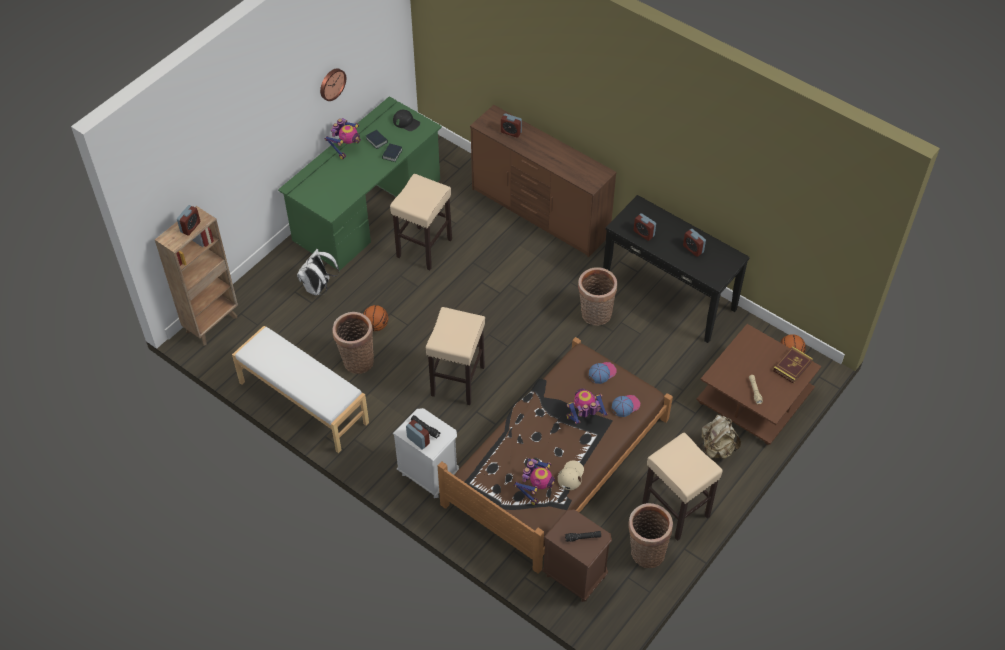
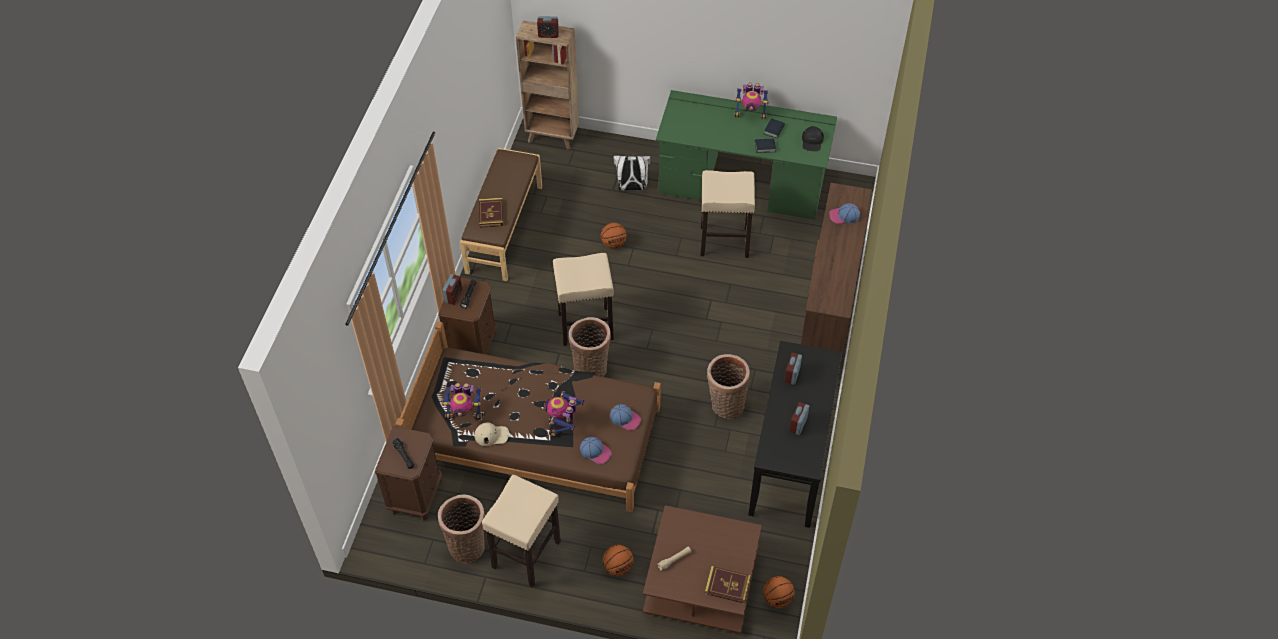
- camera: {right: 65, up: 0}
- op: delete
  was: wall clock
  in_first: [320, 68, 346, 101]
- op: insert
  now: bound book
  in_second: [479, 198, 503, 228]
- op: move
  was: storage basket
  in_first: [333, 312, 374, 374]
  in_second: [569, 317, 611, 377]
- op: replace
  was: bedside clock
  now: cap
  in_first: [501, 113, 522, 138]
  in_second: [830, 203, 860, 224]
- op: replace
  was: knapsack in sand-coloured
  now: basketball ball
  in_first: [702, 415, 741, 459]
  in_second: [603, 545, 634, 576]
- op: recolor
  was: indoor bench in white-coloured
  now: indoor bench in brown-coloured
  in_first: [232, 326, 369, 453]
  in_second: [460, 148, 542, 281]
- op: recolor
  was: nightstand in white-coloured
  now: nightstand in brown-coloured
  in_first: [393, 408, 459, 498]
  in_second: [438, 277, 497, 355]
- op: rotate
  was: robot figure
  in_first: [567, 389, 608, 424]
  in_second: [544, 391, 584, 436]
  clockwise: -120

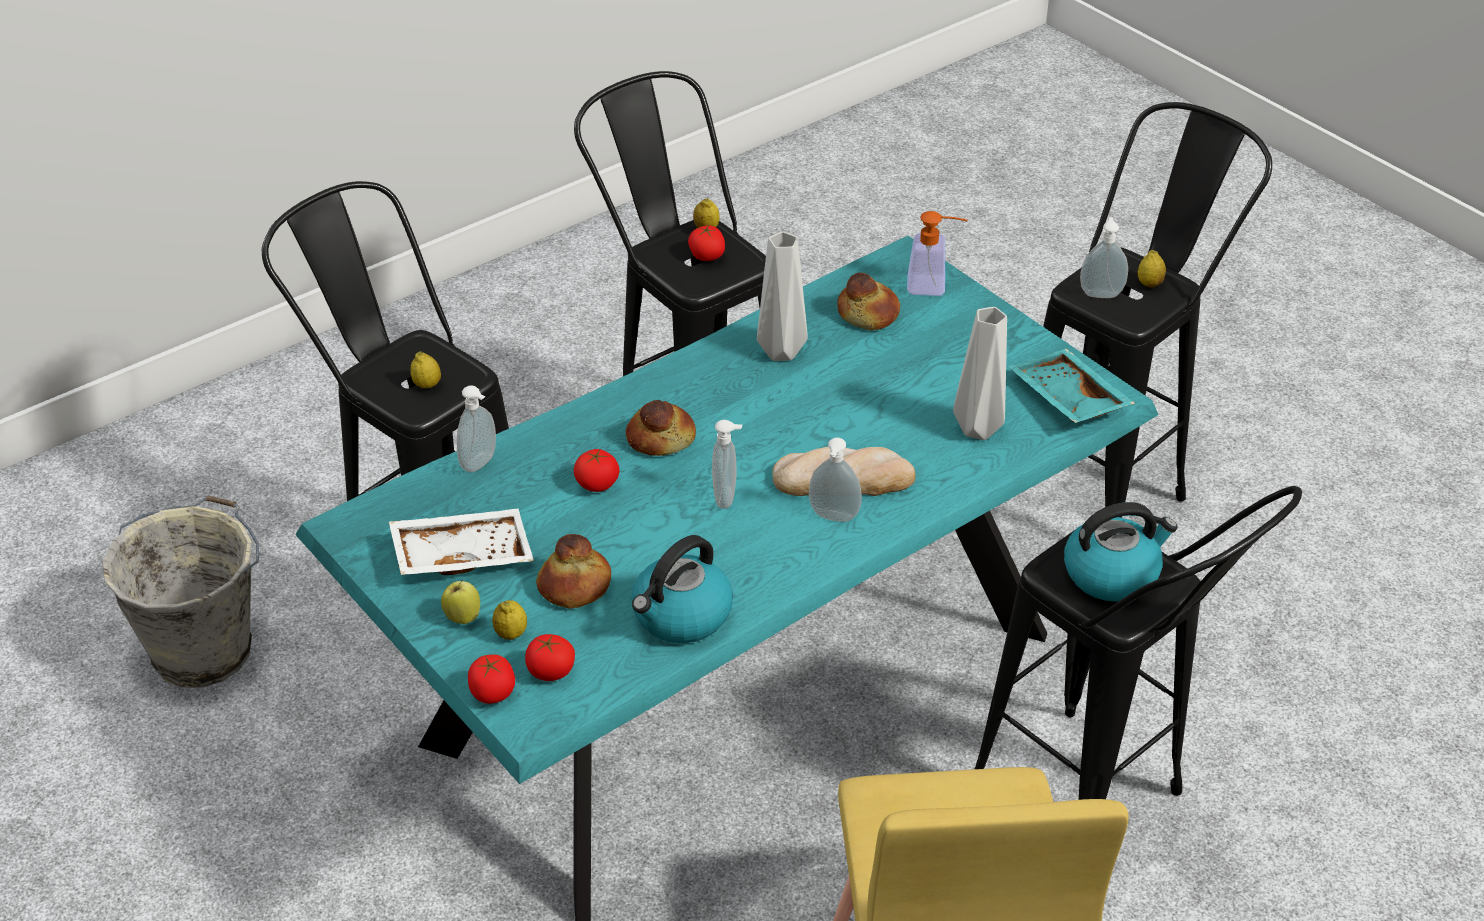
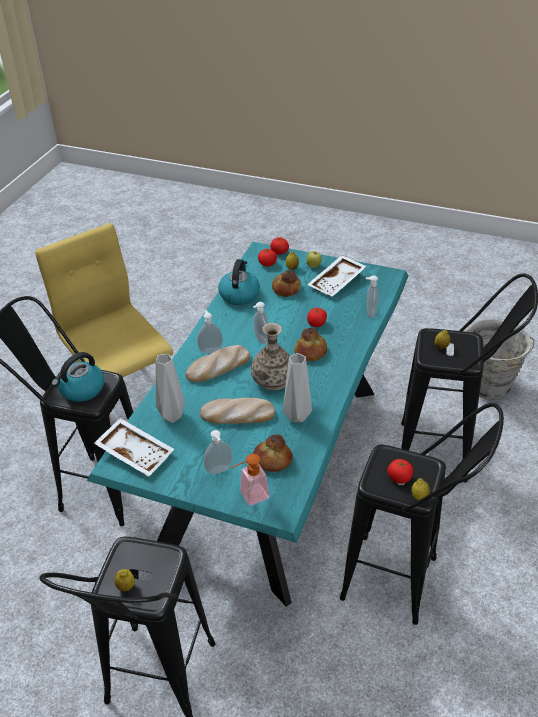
- camera: {right: 150, up: 0}
- op: insert
  now: bakery bread
  in_second: [200, 398, 275, 424]
- op: insert
  now: vase
  in_second: [251, 323, 290, 390]
- op: move
  was: soap bottle
  in_first: [1080, 217, 1128, 298]
  in_second: [204, 430, 232, 474]
- op: recolor
  was: carrying tray in turquoise-coloured
  now: carrying tray in white-coloured
  in_first: [1008, 349, 1135, 423]
  in_second: [94, 418, 174, 477]

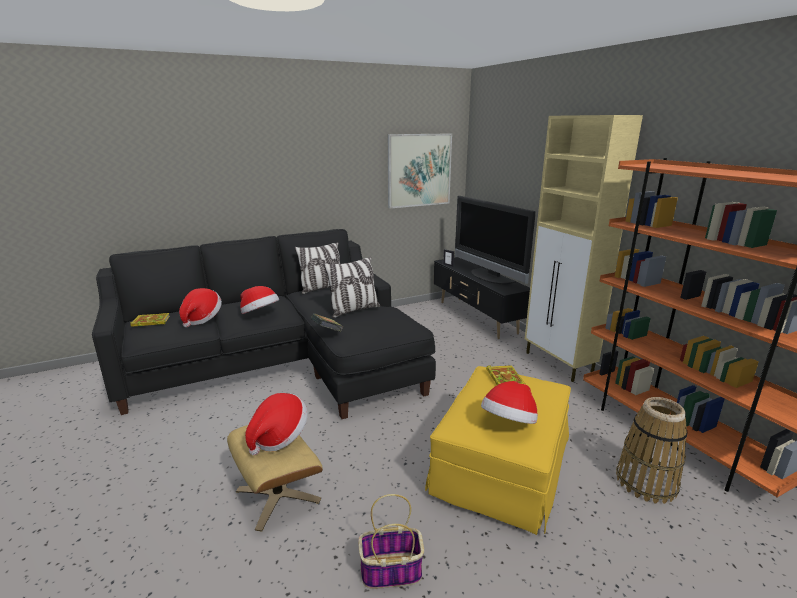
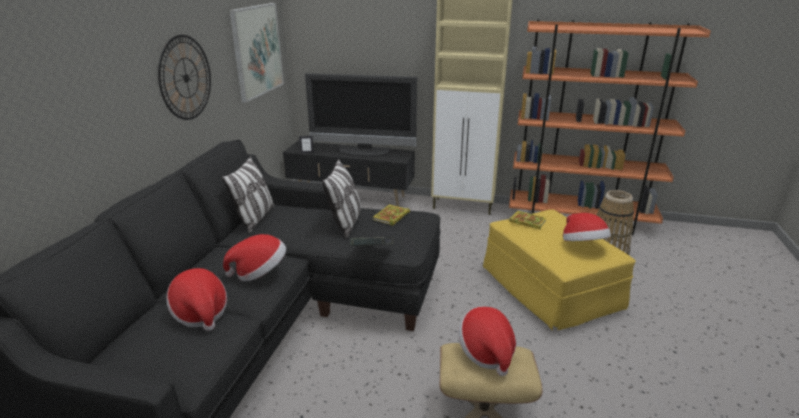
- camera: {right: -50, up: 5}
- op: delete
  was: storage basket
  in_first: [358, 494, 424, 589]
- op: insert
  now: wall clock
  in_second: [158, 35, 211, 120]
- op: move
  was: bound book
  in_first: [130, 313, 169, 327]
  in_second: [373, 205, 410, 226]

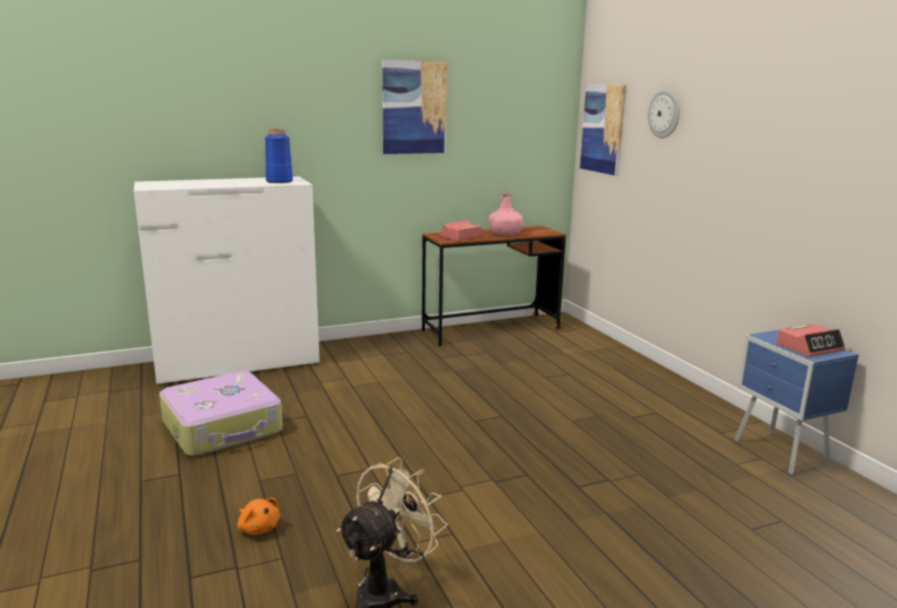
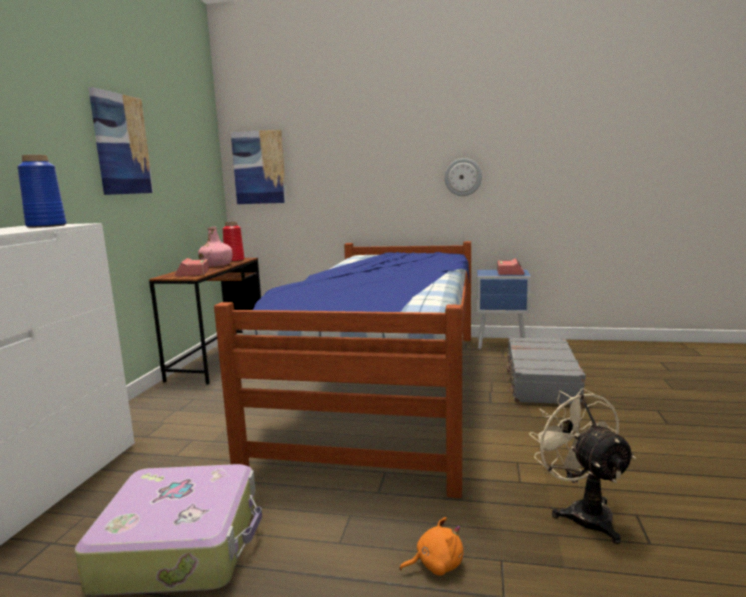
- camera: {right: -55, up: -5}
- op: insert
  now: bedroom bed
  in_second: [214, 241, 471, 498]
- op: insert
  now: vase in red
  in_second: [222, 222, 245, 262]
- op: insert
  now: travel case in greyish
  in_second: [504, 337, 586, 405]
- op: move
  was: wall clock
  in_first: [648, 89, 680, 138]
  in_second: [445, 158, 482, 196]

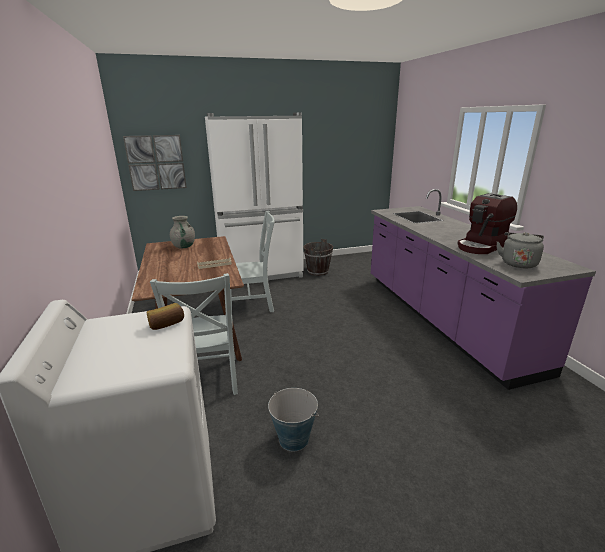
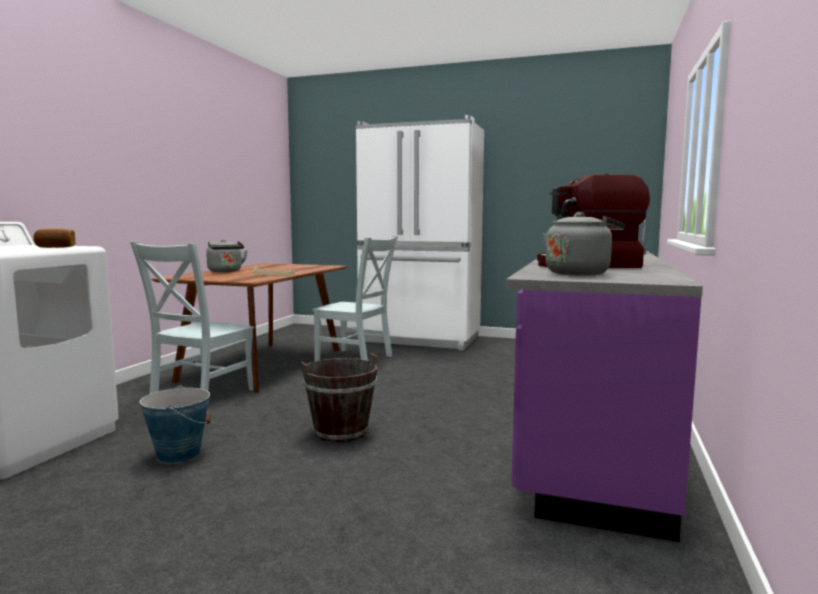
- camera: {right: 35, up: -15}
- op: delete
  was: picture
  in_first: [123, 135, 187, 191]
- op: delete
  was: vase in greyish
  in_first: [170, 216, 195, 248]
- op: insert
  now: water kettle in greyish
  in_second: [206, 239, 248, 272]
- op: move
  was: pail in brown-coloured
  in_first: [303, 239, 333, 276]
  in_second: [301, 353, 377, 443]

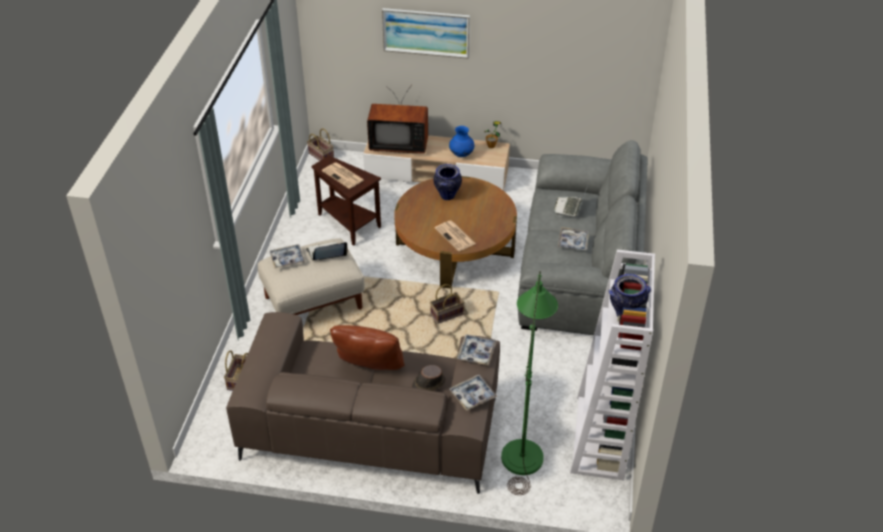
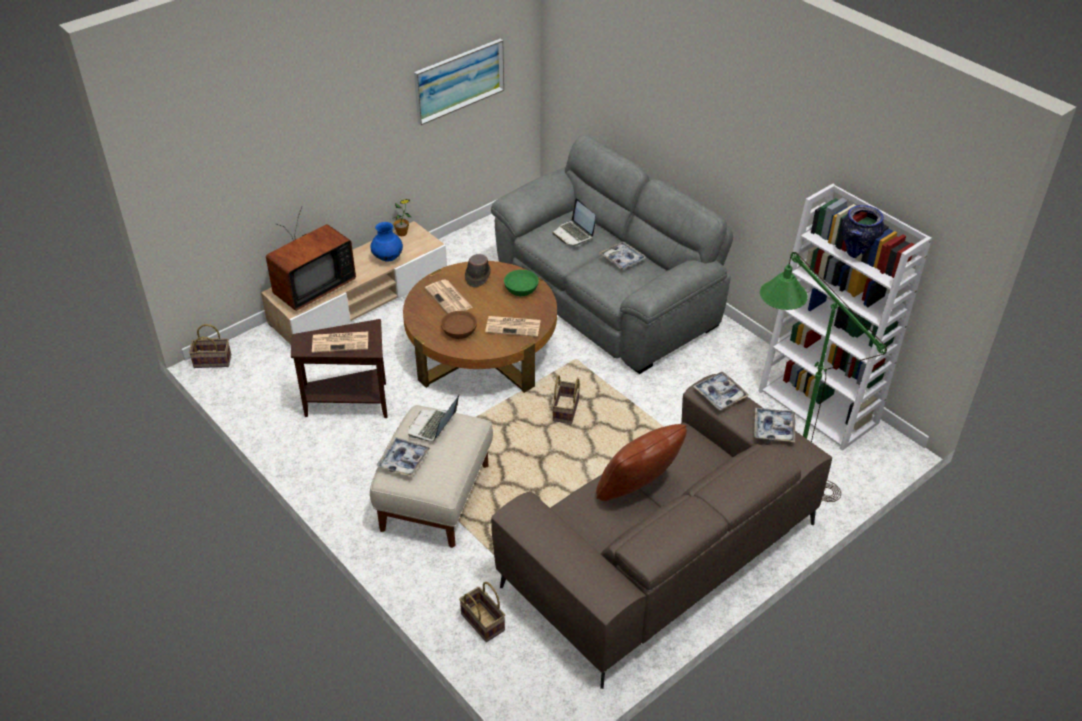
- camera: {right: -50, up: 0}
- op: insert
  now: serving bowl in brown-coloured
  in_second: [441, 311, 477, 339]
- op: insert
  now: serving bowl in green-coloured
  in_second: [504, 270, 539, 296]
- op: move
  was: picture
  in_first: [382, 8, 470, 59]
  in_second: [414, 39, 504, 125]
- op: move
  was: wearable hat in brown-coloured
  in_first: [412, 365, 446, 391]
  in_second: [465, 254, 491, 287]
- op: replace
  was: vase
  now: newspaper
  in_first: [434, 164, 462, 200]
  in_second: [425, 280, 473, 314]

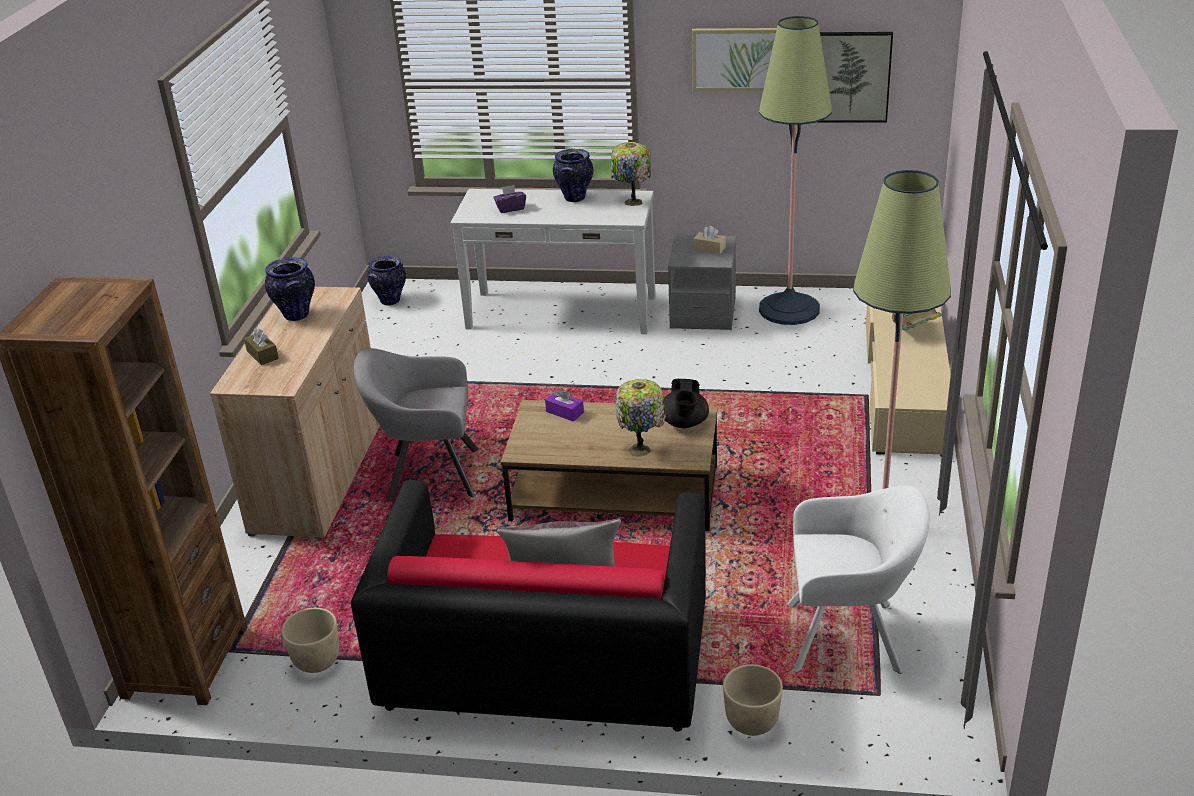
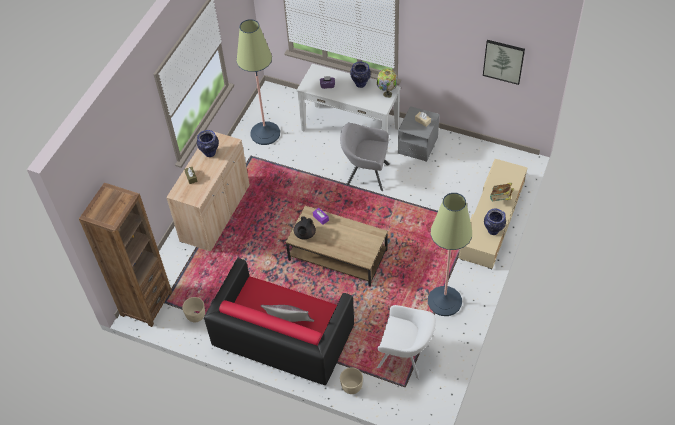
- camera: {right: 15, up: 20}
- op: delete
  was: tabletop lamp
  in_first: [615, 379, 666, 457]
- op: delete
  was: picture
  in_first: [692, 28, 777, 91]
- op: move
  was: armchair in greyish
  in_first: [353, 348, 479, 502]
  in_second: [340, 123, 390, 191]
- op: move
  was: vase
  in_first: [368, 256, 406, 306]
  in_second: [484, 209, 506, 235]
- op: move
  was: teapot in blackish
  in_first: [664, 379, 709, 428]
  in_second: [294, 216, 316, 239]
- op: move
  was: standard lamp
  in_first: [759, 16, 832, 325]
  in_second: [236, 19, 280, 145]

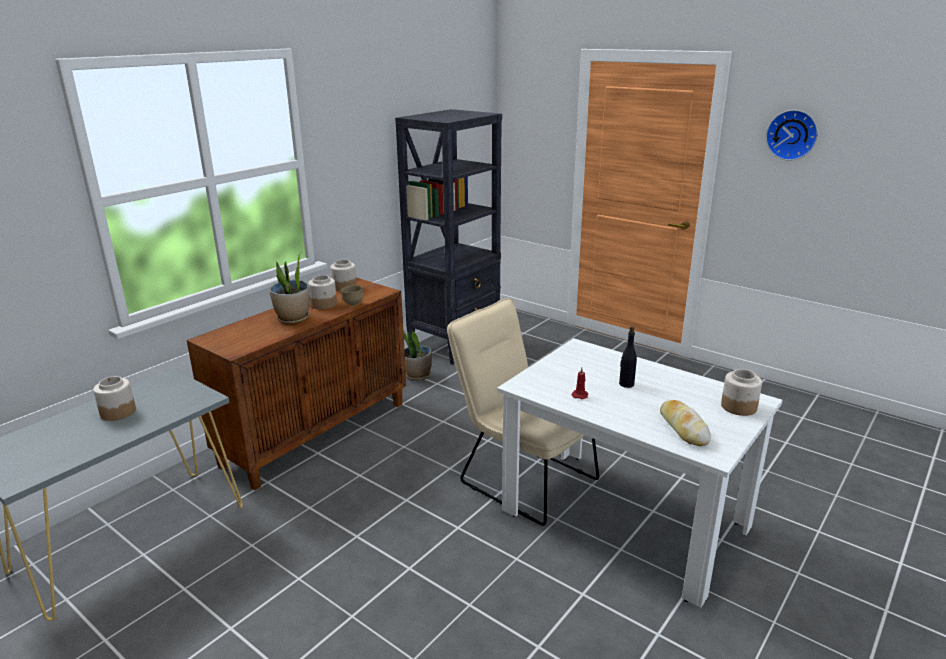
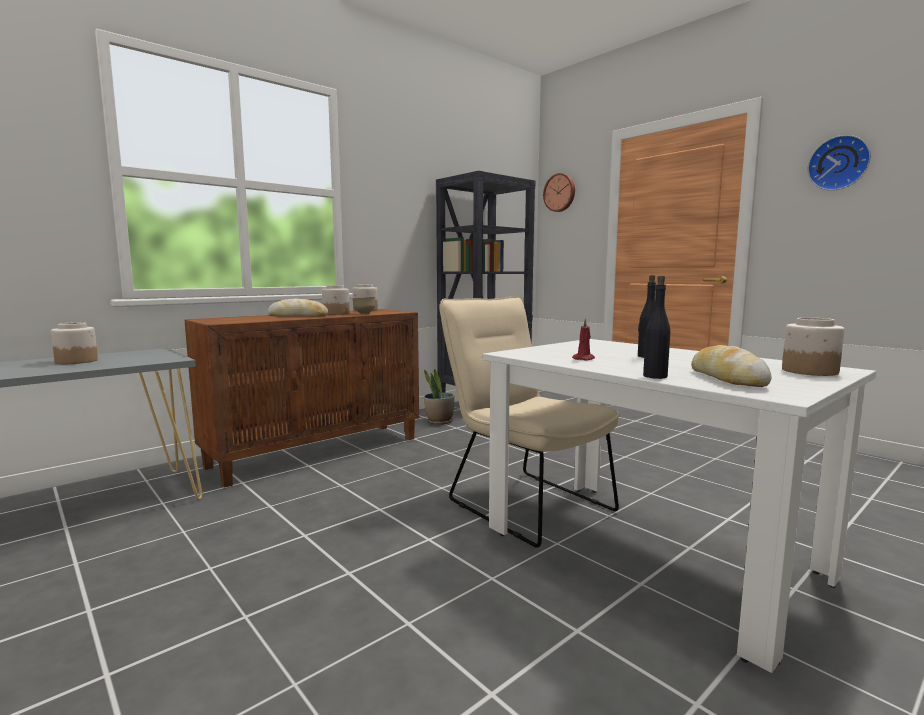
- camera: {right: 10, up: -15}
- op: insert
  now: wall clock
  in_second: [543, 173, 575, 212]
- op: insert
  now: beverage bottle in blackish
  in_second: [643, 276, 670, 379]
- op: replace
  was: plant in a pot
  now: bakery bread
  in_first: [269, 251, 310, 324]
  in_second: [268, 299, 328, 317]

